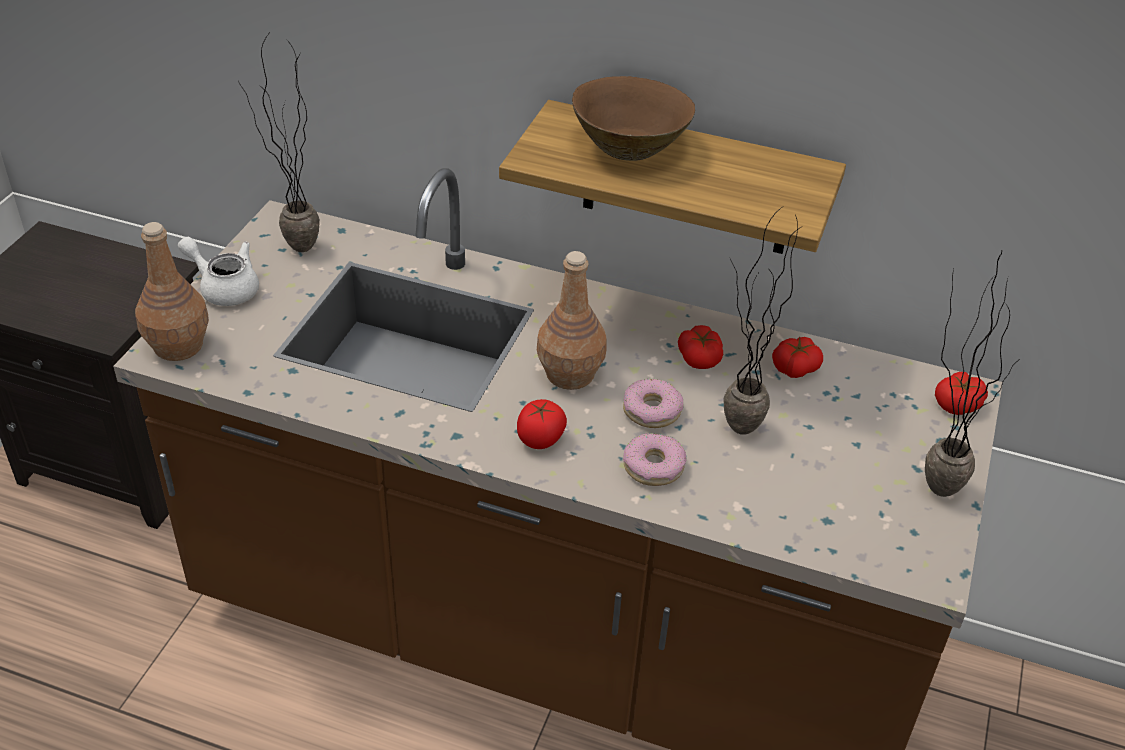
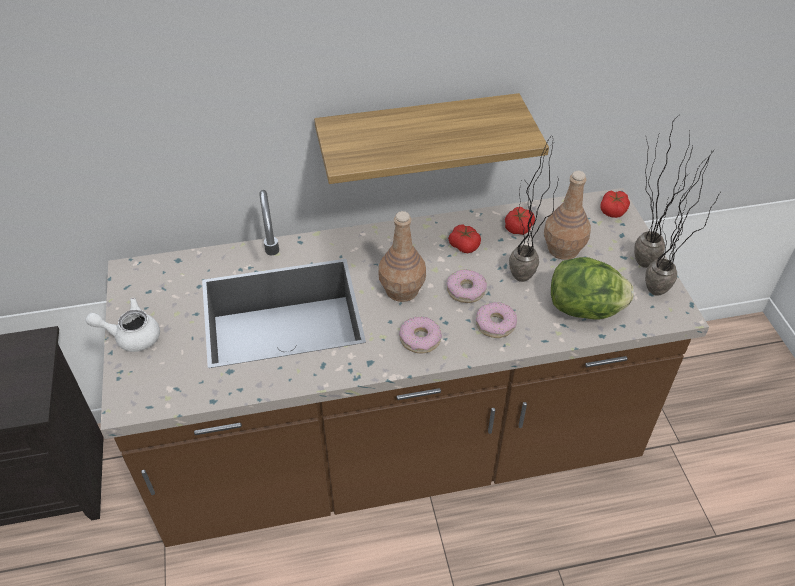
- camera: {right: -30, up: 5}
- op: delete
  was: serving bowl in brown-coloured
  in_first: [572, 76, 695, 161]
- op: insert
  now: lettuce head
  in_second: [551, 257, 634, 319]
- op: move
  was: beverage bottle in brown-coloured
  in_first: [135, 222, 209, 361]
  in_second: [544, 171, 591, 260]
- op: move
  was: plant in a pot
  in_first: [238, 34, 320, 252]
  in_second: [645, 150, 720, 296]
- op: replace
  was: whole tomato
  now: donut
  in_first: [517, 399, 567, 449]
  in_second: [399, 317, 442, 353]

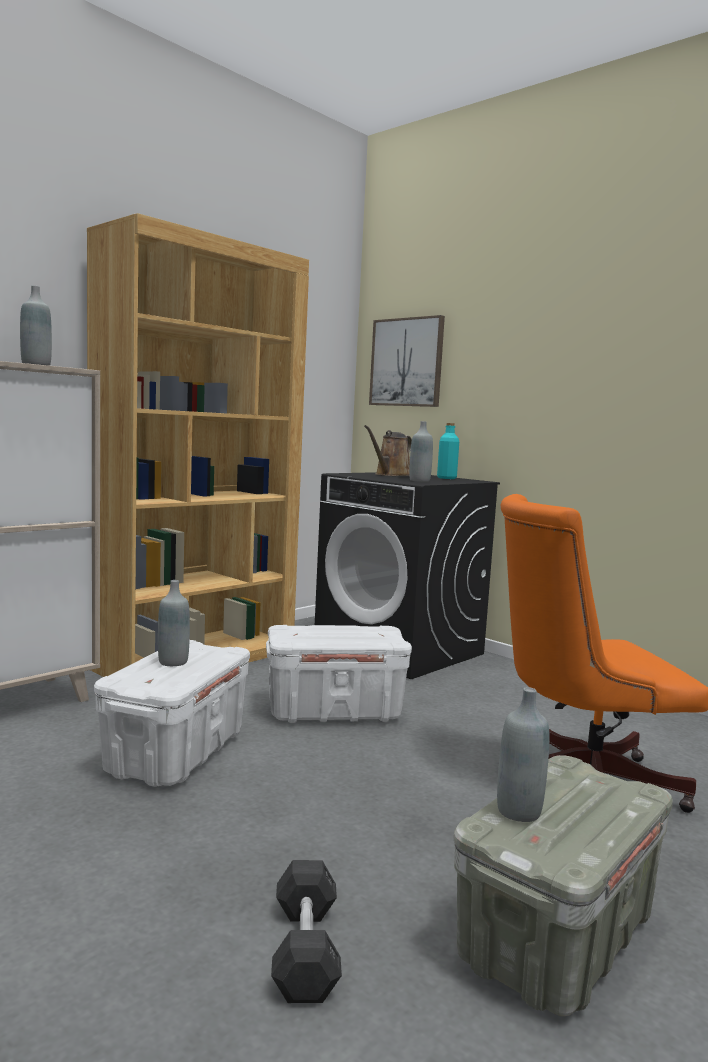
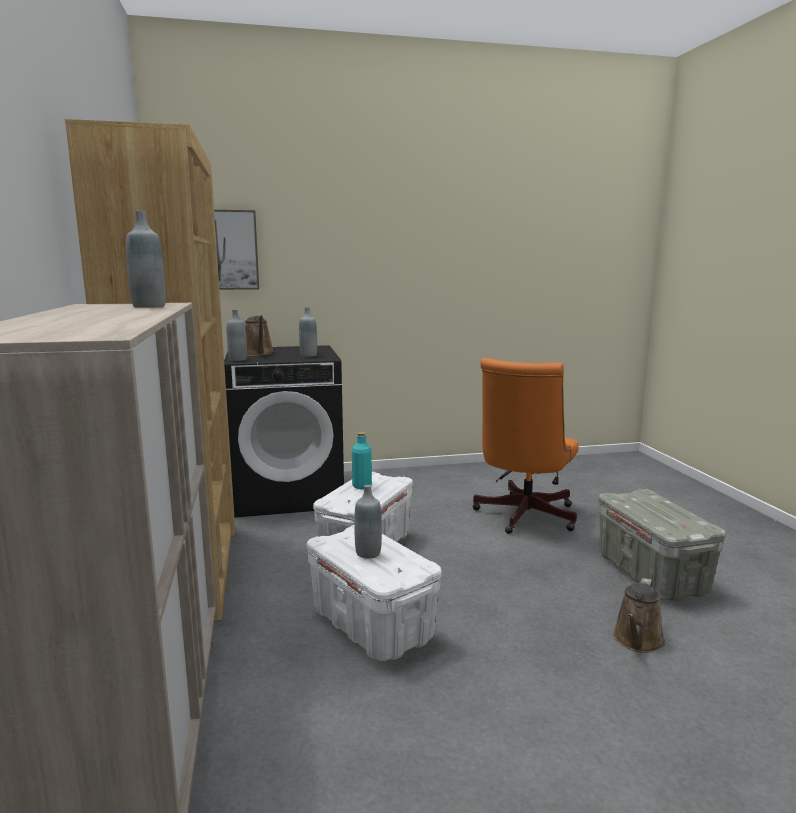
- camera: {right: -55, up: 5}
- op: move
  was: beverage bottle in turquoise-coloured
  in_first: [437, 423, 459, 479]
  in_second: [352, 432, 372, 489]
- op: move
  was: beverage bottle in greyish
  in_first: [497, 687, 549, 822]
  in_second: [227, 309, 247, 361]
- op: replace
  was: hand weight in greyish
  now: sprinkling can in brown-coloured
  in_first: [271, 860, 342, 1003]
  in_second: [612, 578, 665, 653]

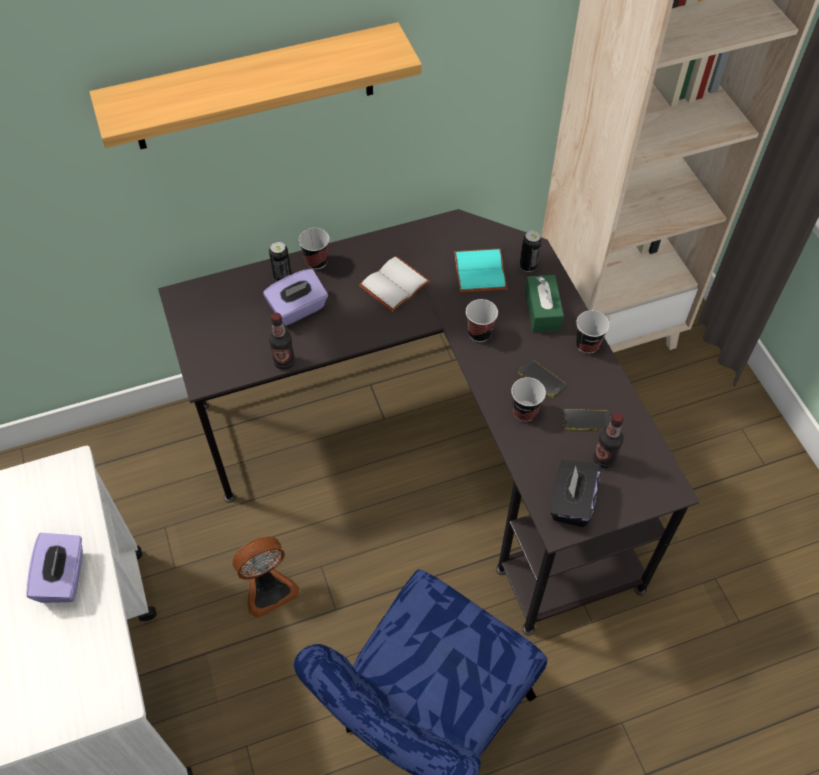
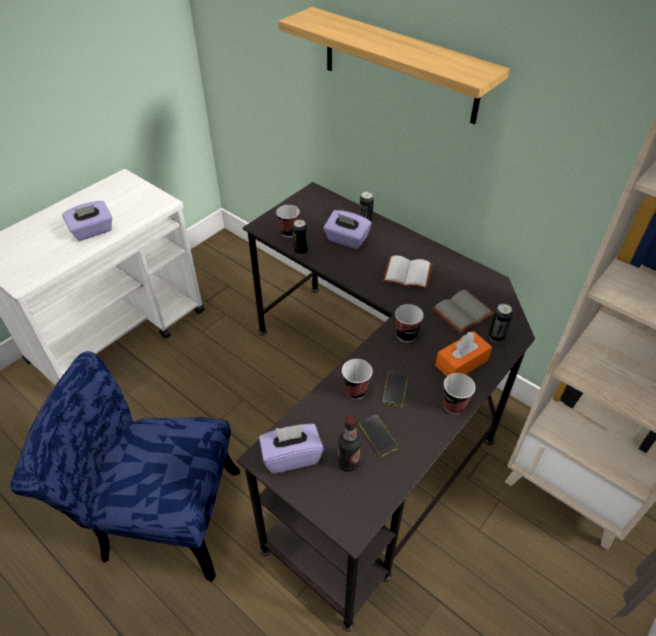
- camera: {right: 60, up: -10}
- op: delete
  was: fan
  in_first: [232, 536, 299, 618]
- op: move
  was: cup
  in_first: [299, 228, 330, 270]
  in_second: [276, 205, 300, 237]
- op: replace
  was: beverage bottle
  now: metal can
  in_first: [269, 313, 295, 370]
  in_second: [292, 220, 308, 256]
- op: recolor
  was: bound book in turquoise-coloured
  now: bound book in greyish
  in_first: [454, 248, 507, 293]
  in_second: [432, 290, 494, 333]
- op: recolor
  was: tissue holder in green-coloured
  now: tissue holder in orangey
  in_first: [525, 275, 564, 332]
  in_second: [435, 331, 492, 376]
- op: recolor
  was: tissue holder in blackish
  now: tissue holder in purple-coloured
  in_first: [550, 460, 601, 527]
  in_second: [259, 424, 324, 474]

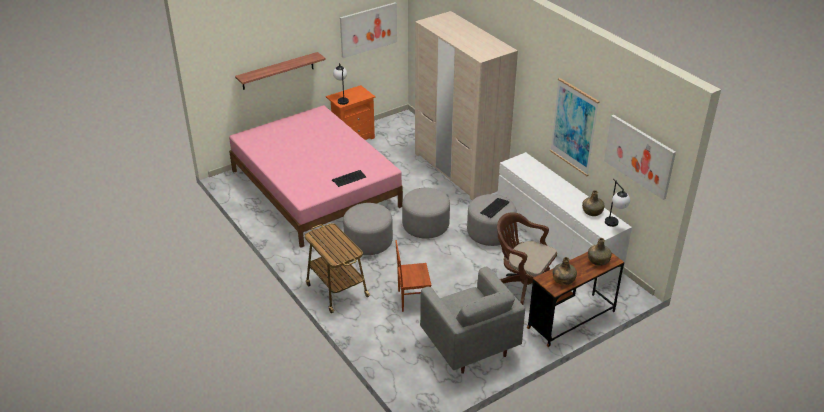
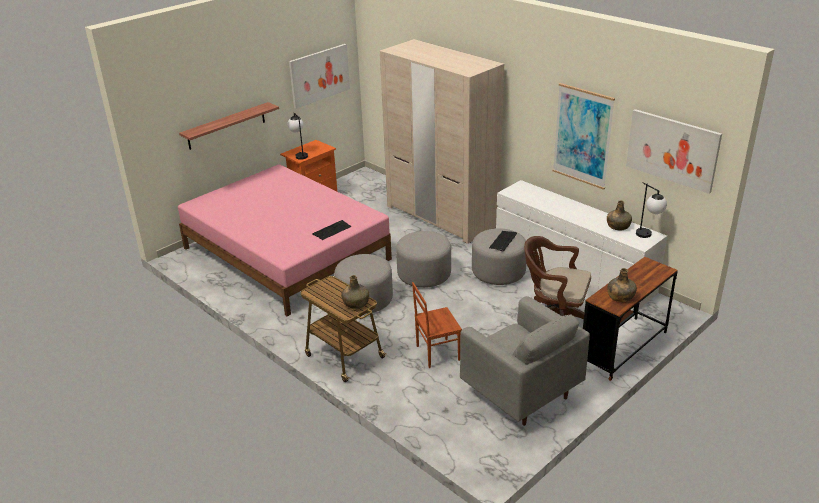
- camera: {right: -10, up: -5}
- op: move
  was: beverage bottle in green-coloured
  in_first: [588, 238, 612, 266]
  in_second: [341, 275, 369, 309]

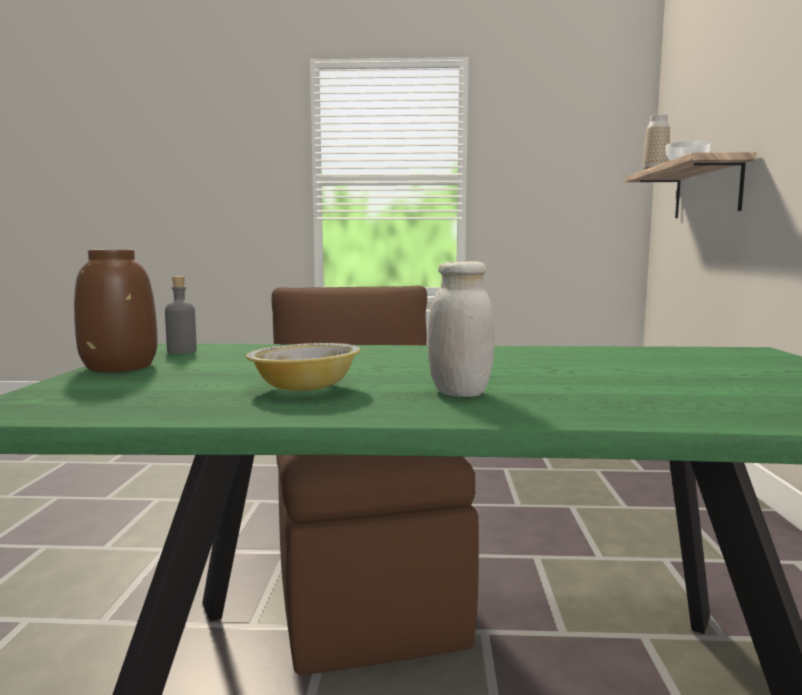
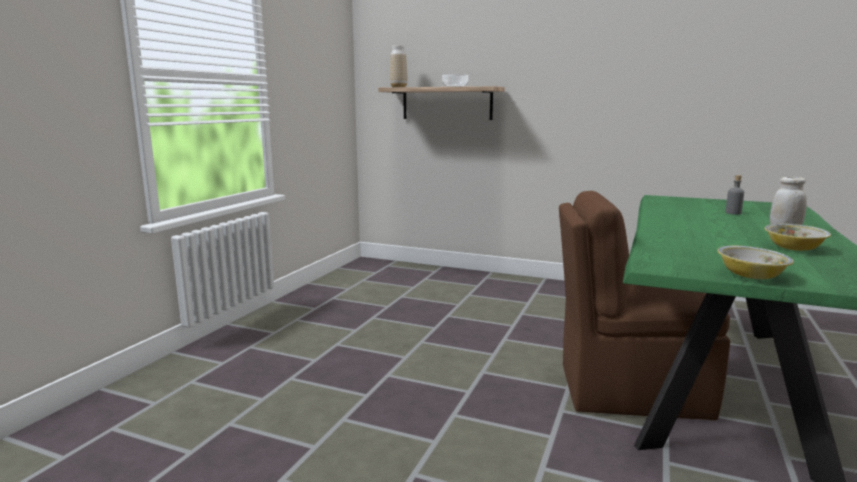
- camera: {right: -70, up: 5}
- op: move
  was: beverage bottle in greyish
  in_first: [165, 276, 197, 354]
  in_second: [725, 175, 744, 215]
- op: replace
  was: vase in brown-coloured
  now: serving bowl
  in_first: [74, 250, 158, 372]
  in_second: [717, 246, 794, 279]

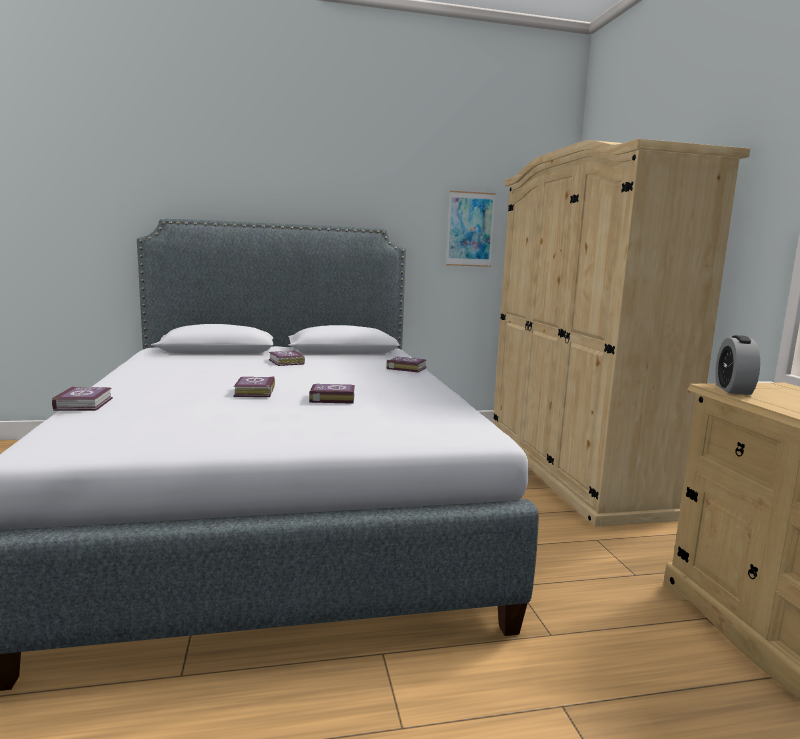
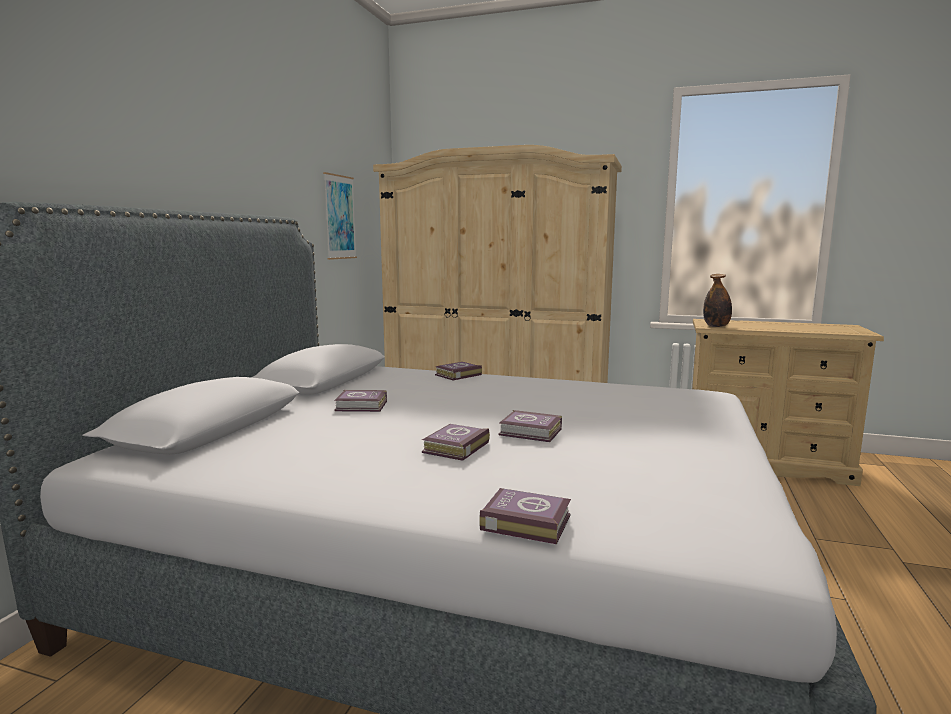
- camera: {right: -60, up: 0}
- op: move
  was: bound book
  in_first: [309, 384, 355, 404]
  in_second: [422, 424, 490, 461]
- op: replace
  was: bedside clock
  now: beverage bottle
  in_first: [715, 335, 760, 395]
  in_second: [703, 274, 732, 327]

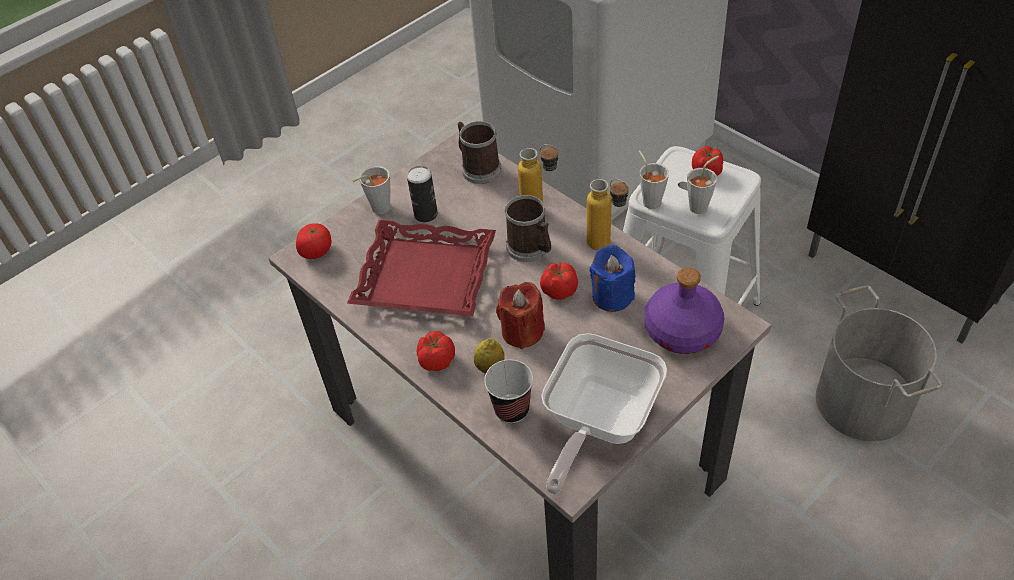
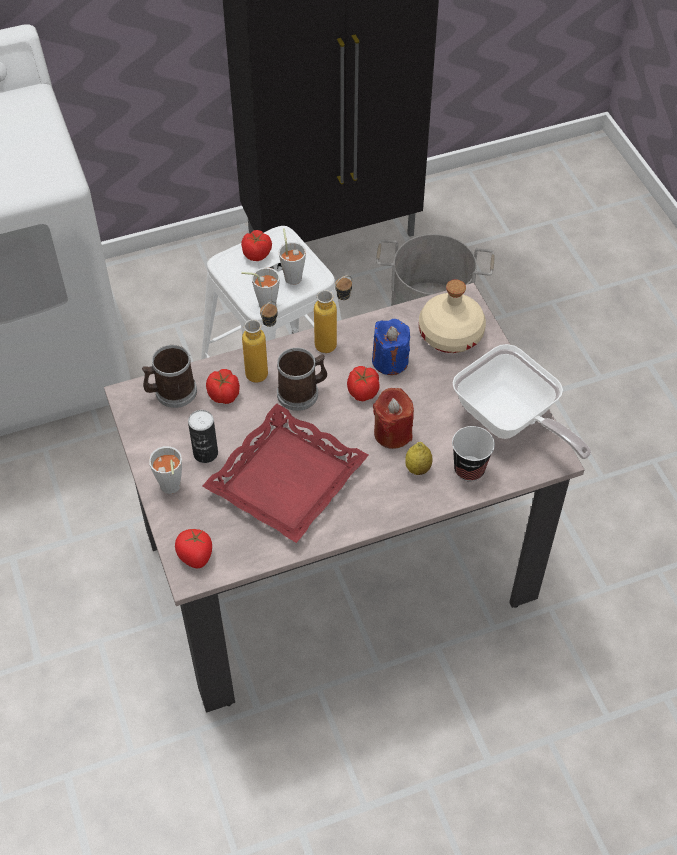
- camera: {right: -70, up: 5}
- op: move
  was: whole tomato
  in_first: [417, 331, 455, 371]
  in_second: [206, 369, 240, 404]
- op: recolor
  was: beverage bottle in purple-coloured
  now: beverage bottle in sand-coloured
  in_first: [644, 268, 724, 354]
  in_second: [419, 279, 486, 353]

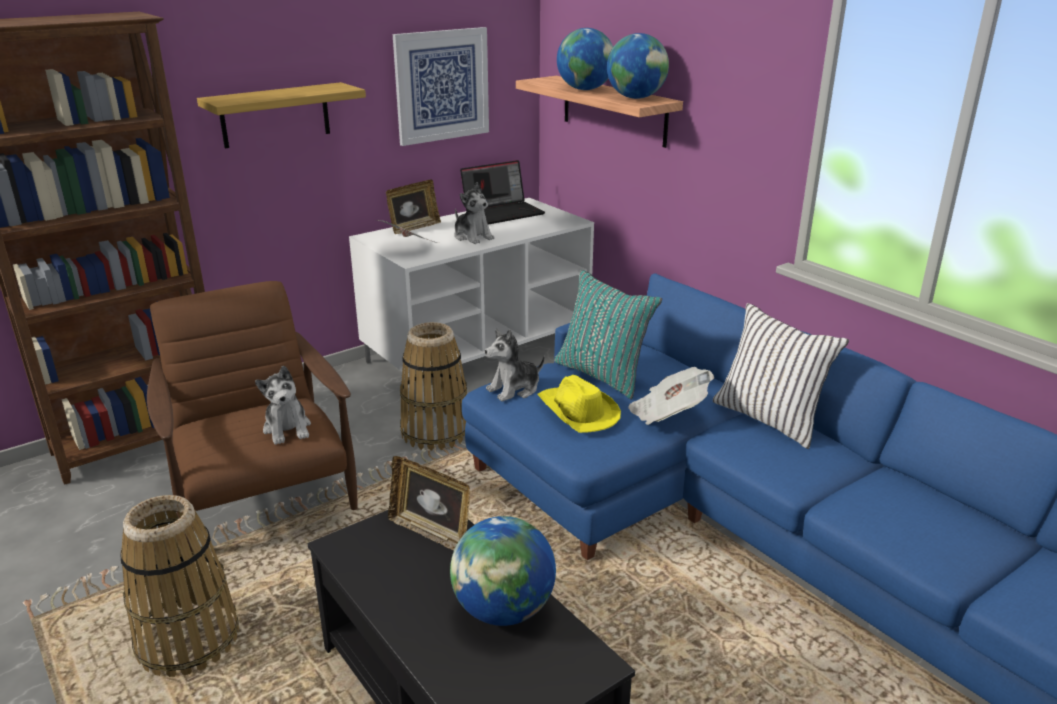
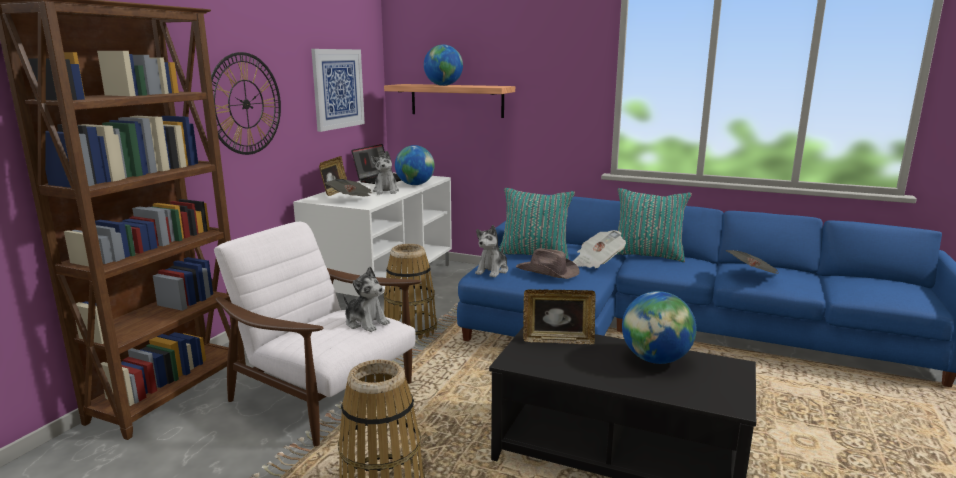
- camera: {right: -30, up: -10}
- op: insert
  now: newspaper
  in_second: [725, 250, 779, 274]
- op: move
  was: world globe
  in_first: [607, 33, 669, 99]
  in_second: [395, 145, 435, 185]
- op: replace
  was: shelf
  now: wall clock
  in_first: [197, 82, 366, 148]
  in_second: [211, 52, 281, 155]
- op: recolor
  was: armchair in brown-coloured
  now: armchair in white-coloured
  in_first: [147, 281, 358, 552]
  in_second: [214, 222, 421, 446]
- op: recolor
  was: wearable hat in yellowish
  now: wearable hat in brown-coloured
  in_first: [537, 375, 621, 433]
  in_second: [516, 248, 580, 279]
- op: recolor
  was: throw pillow in white-coloured
  now: throw pillow in turquoise-coloured
  in_first: [713, 303, 849, 449]
  in_second: [617, 188, 692, 262]
- op: rotate
  was: soft toy
  in_first: [455, 182, 495, 244]
  in_second: [371, 151, 399, 195]
  clockwise: 60

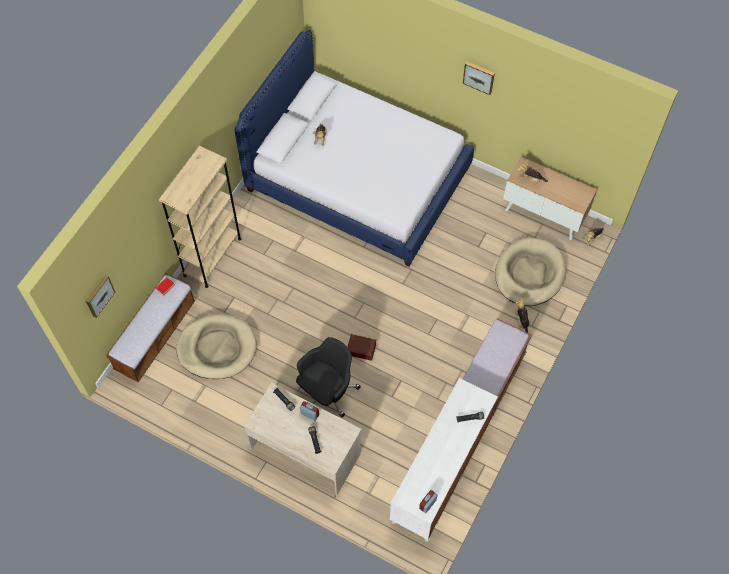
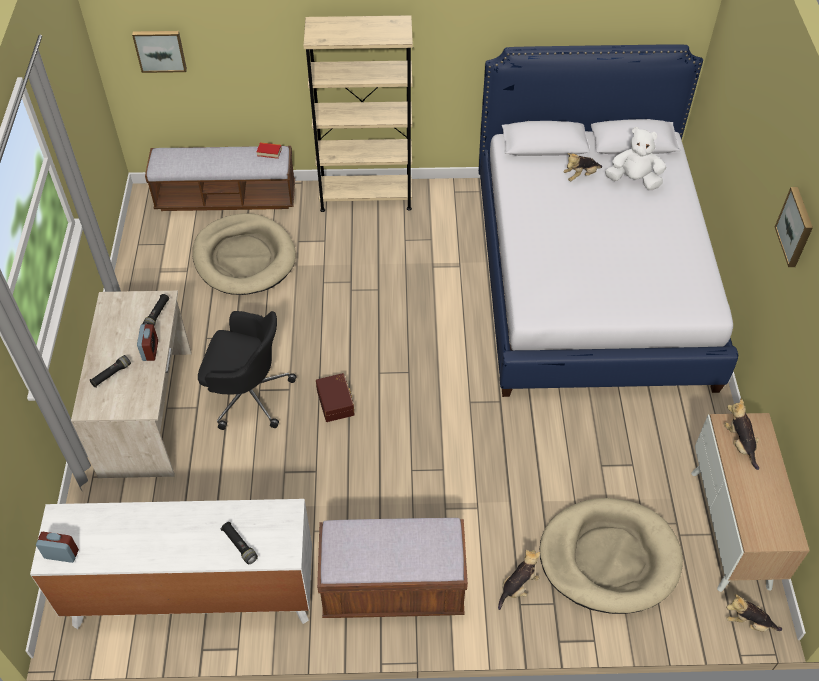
- camera: {right: 60, up: -10}
- op: insert
  now: soft toy in white-coloured
  in_second: [605, 127, 666, 190]

